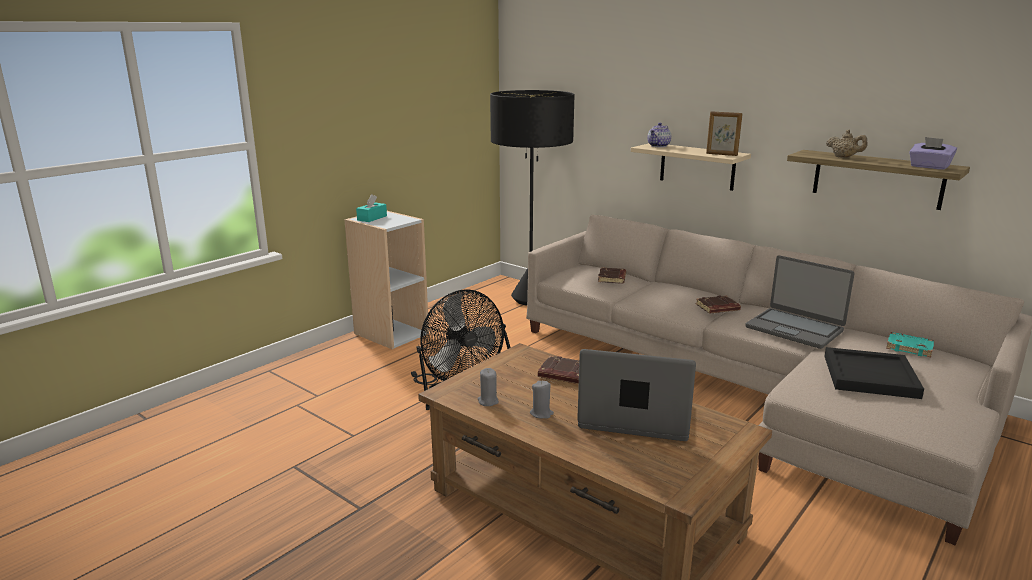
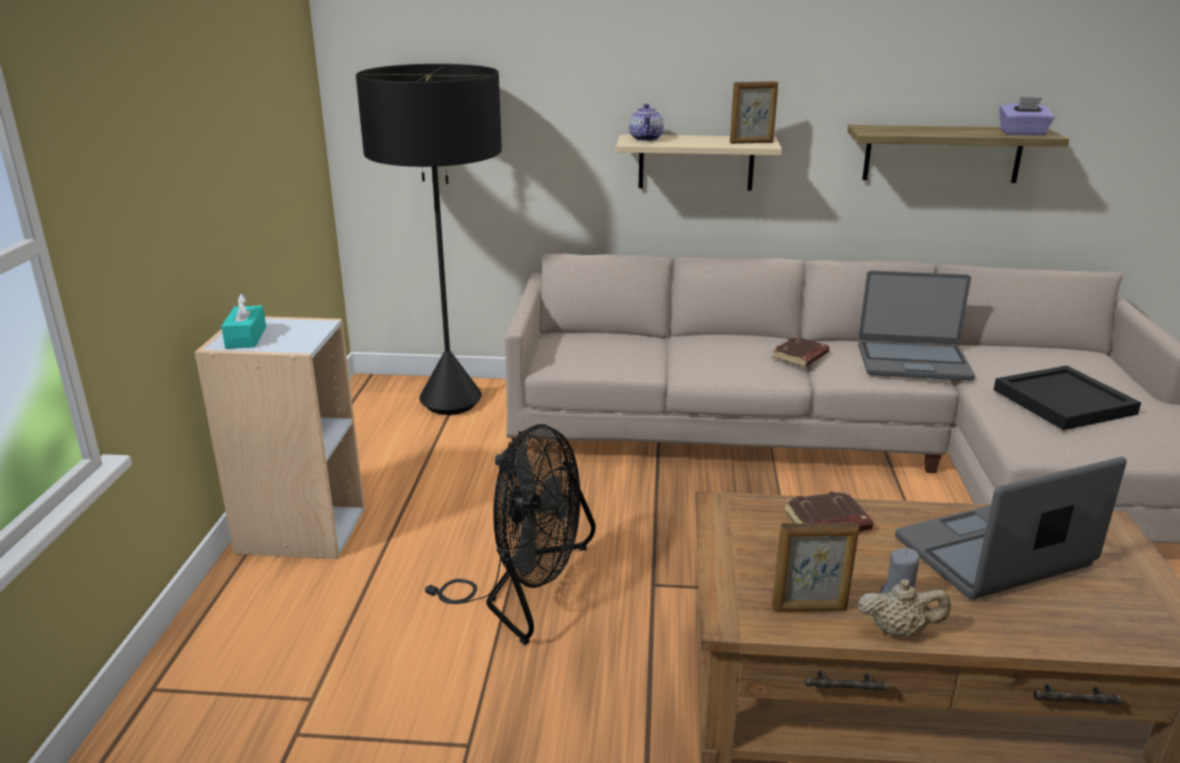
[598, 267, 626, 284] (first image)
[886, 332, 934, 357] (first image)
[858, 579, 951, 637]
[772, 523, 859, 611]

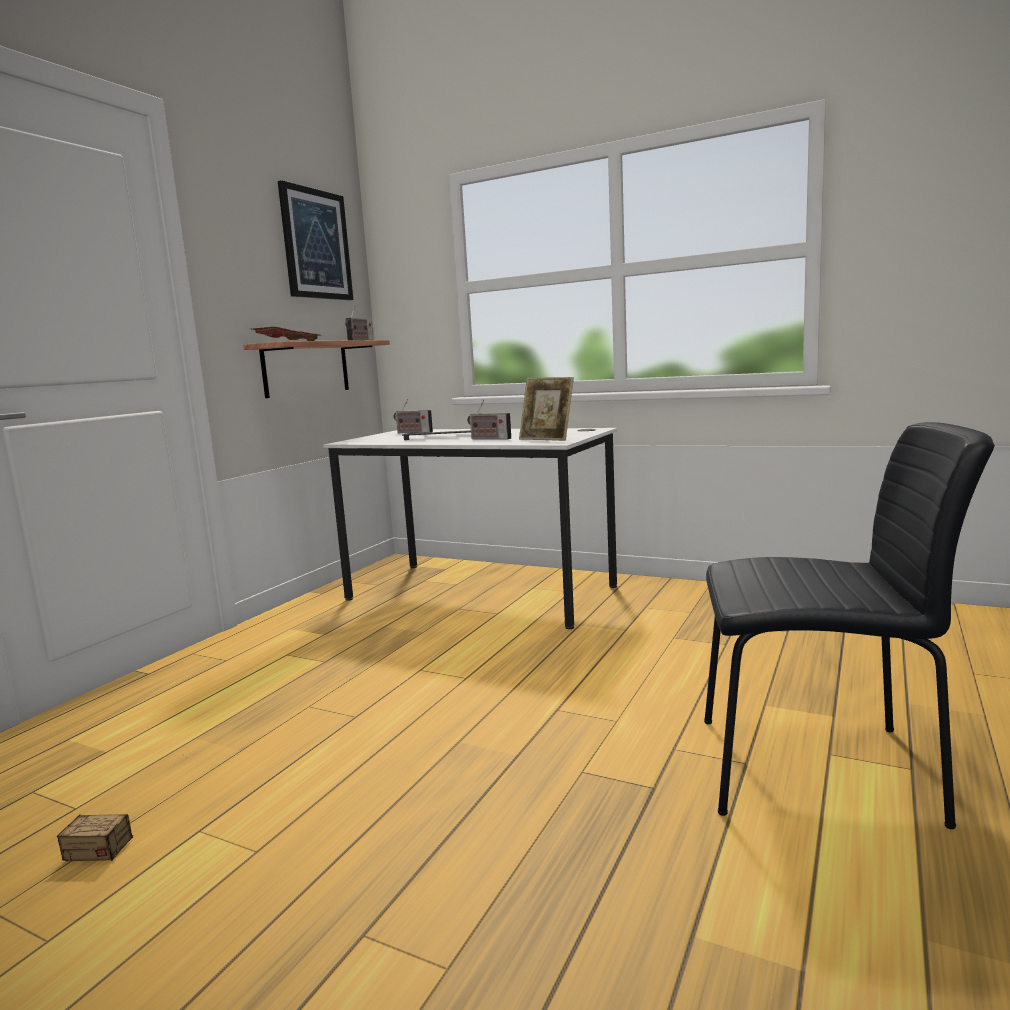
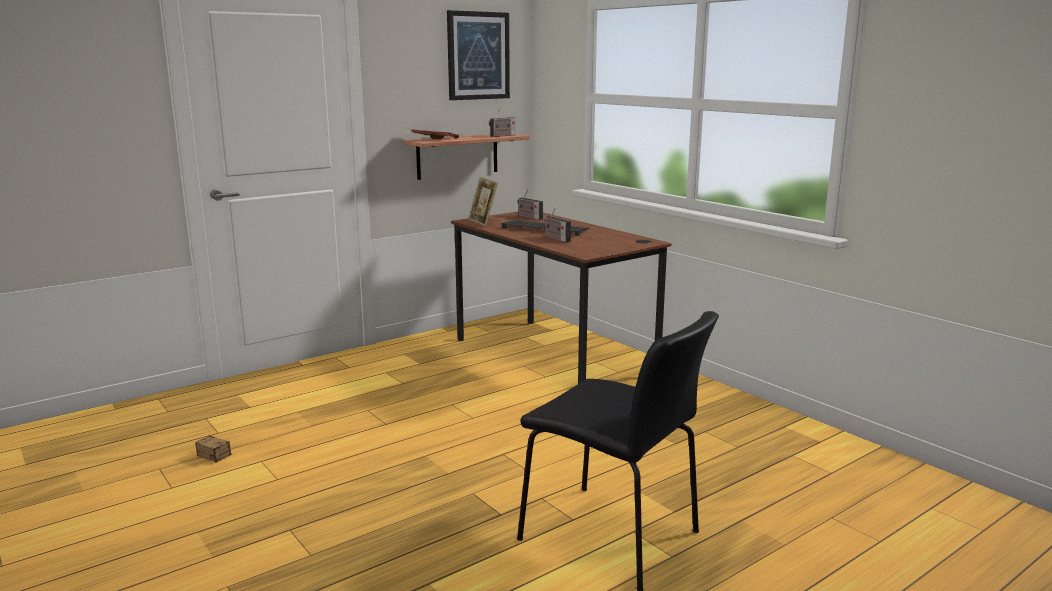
[468, 177, 498, 226]
[451, 211, 672, 384]

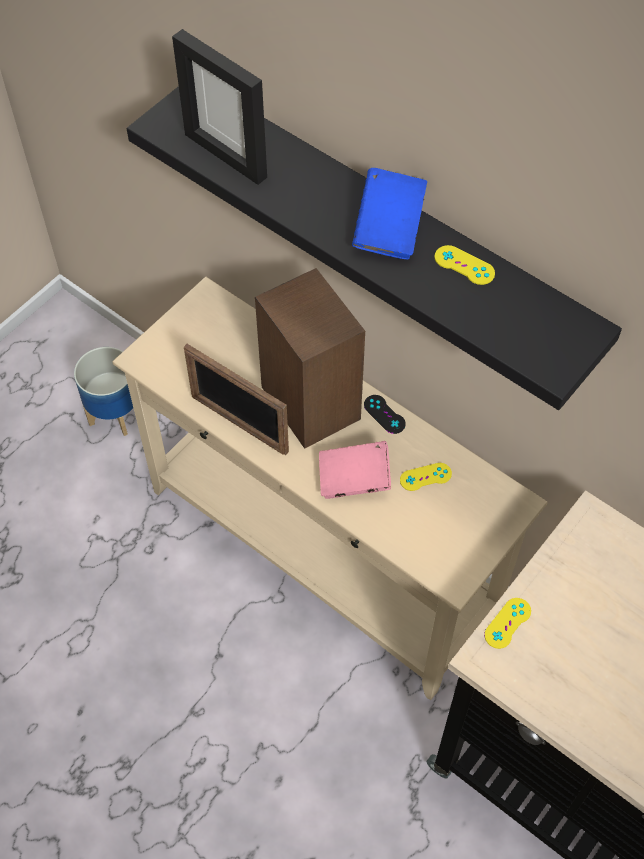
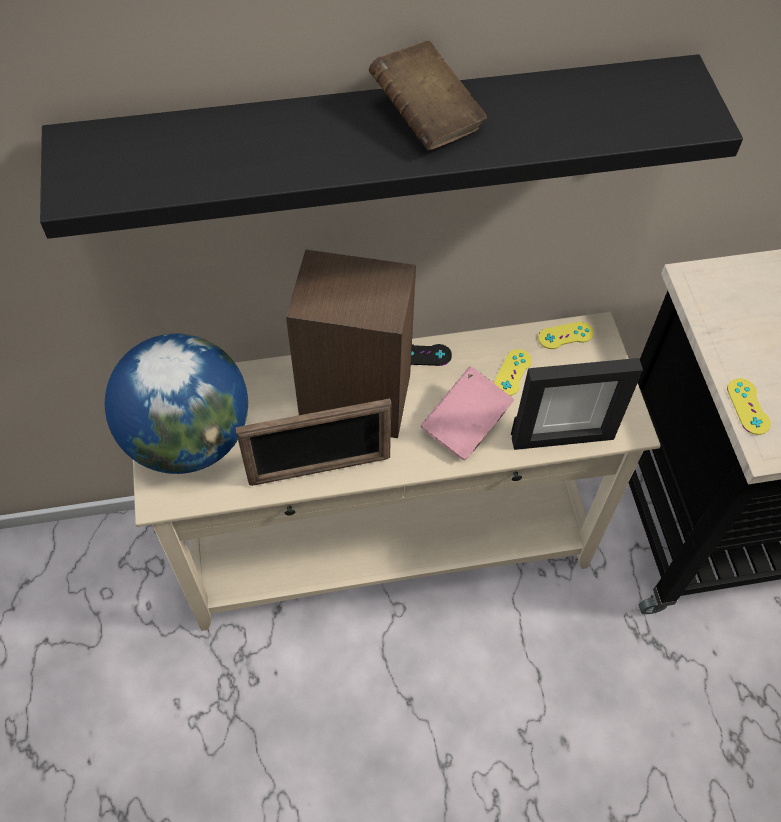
[74, 347, 133, 436] (first image)
[105, 334, 248, 474]
[511, 358, 643, 450]
[538, 321, 594, 349]
[369, 40, 487, 150]

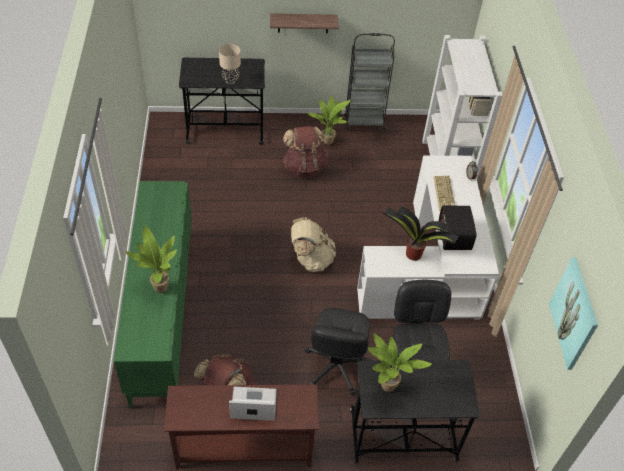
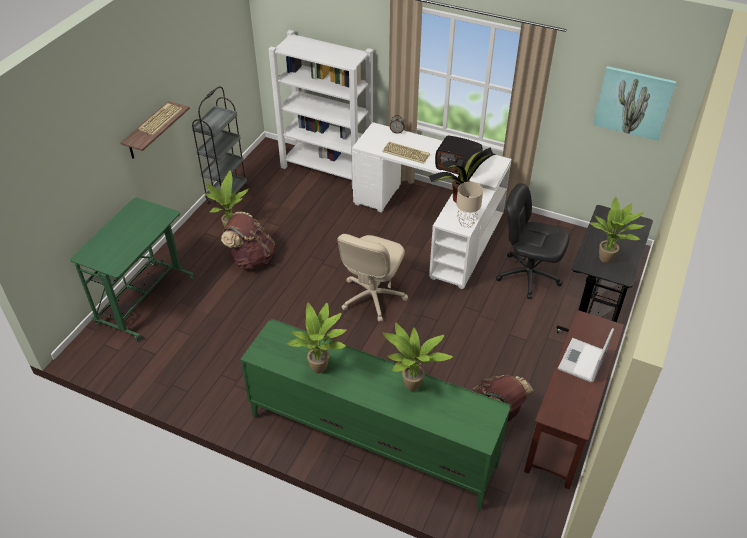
[305, 308, 373, 395] (first image)
[138, 103, 182, 135]
[286, 303, 347, 373]
[456, 182, 483, 228]
[337, 234, 408, 322]
[70, 197, 194, 341]

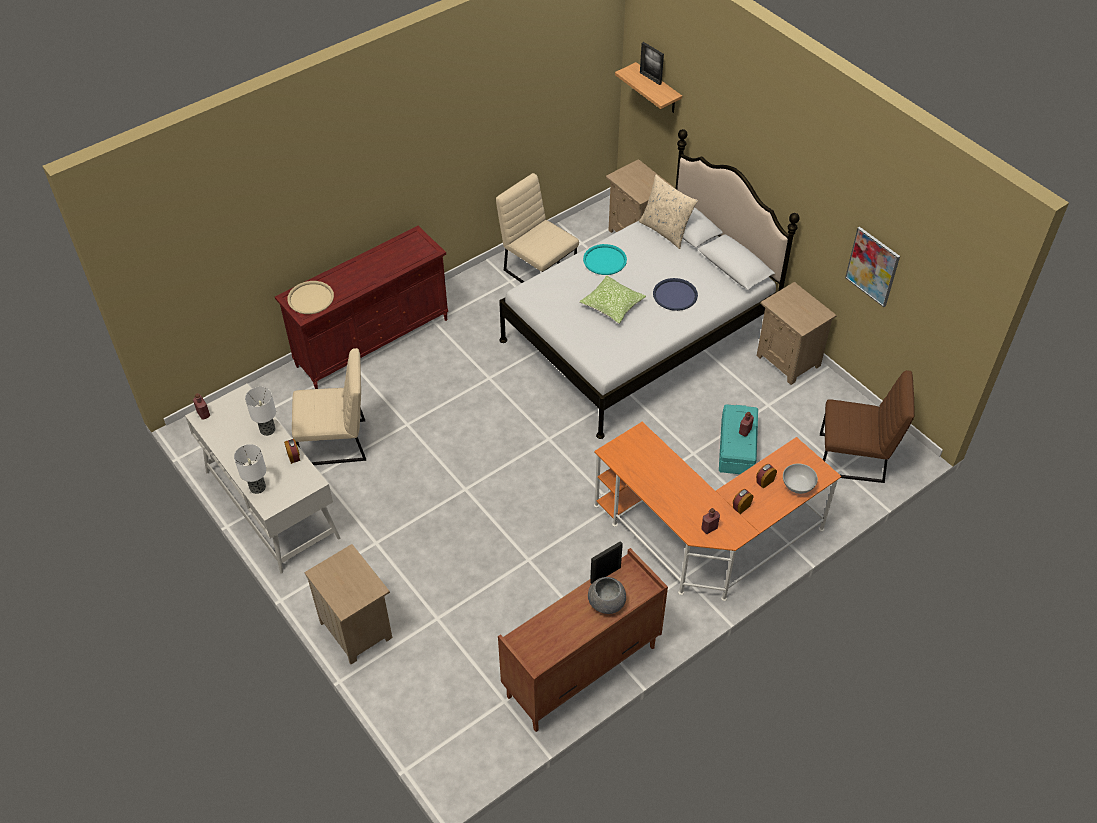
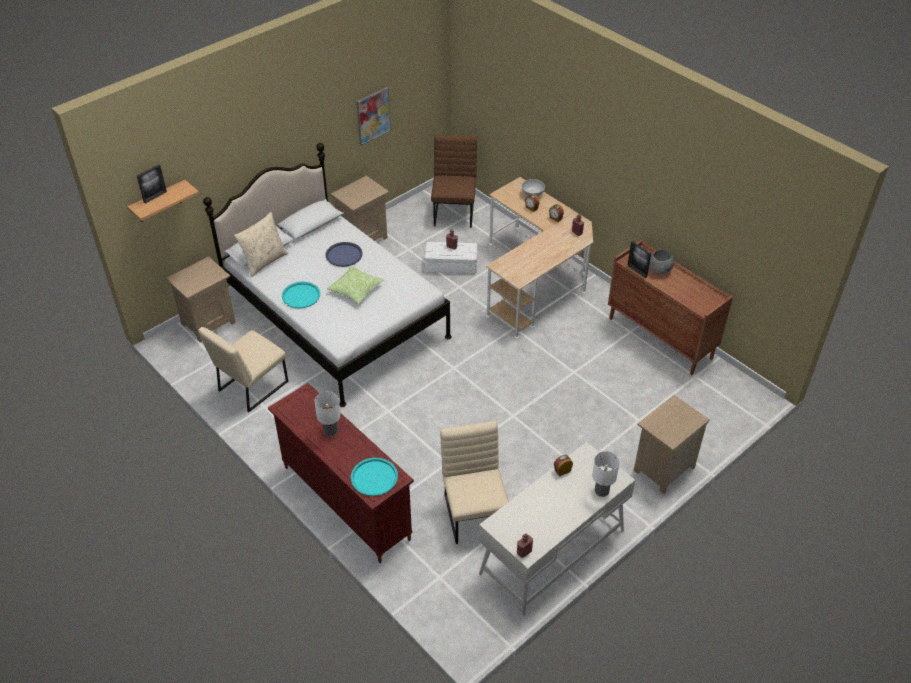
[315, 391, 341, 437]
[351, 458, 398, 496]
[486, 177, 593, 339]
[425, 242, 477, 274]

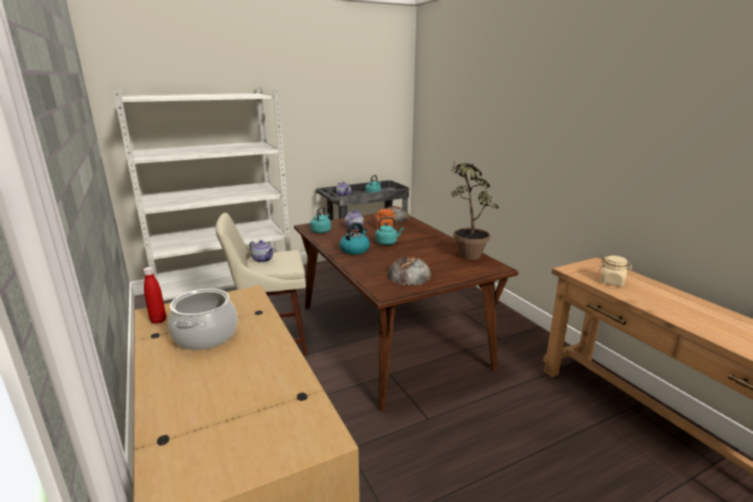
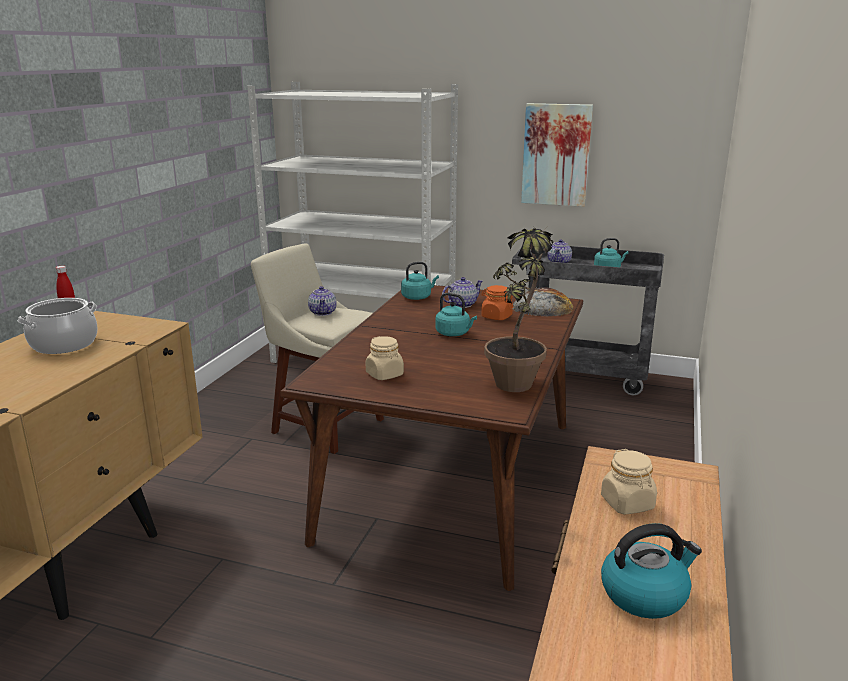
[521, 103, 593, 207]
[601, 523, 702, 619]
[366, 336, 404, 380]

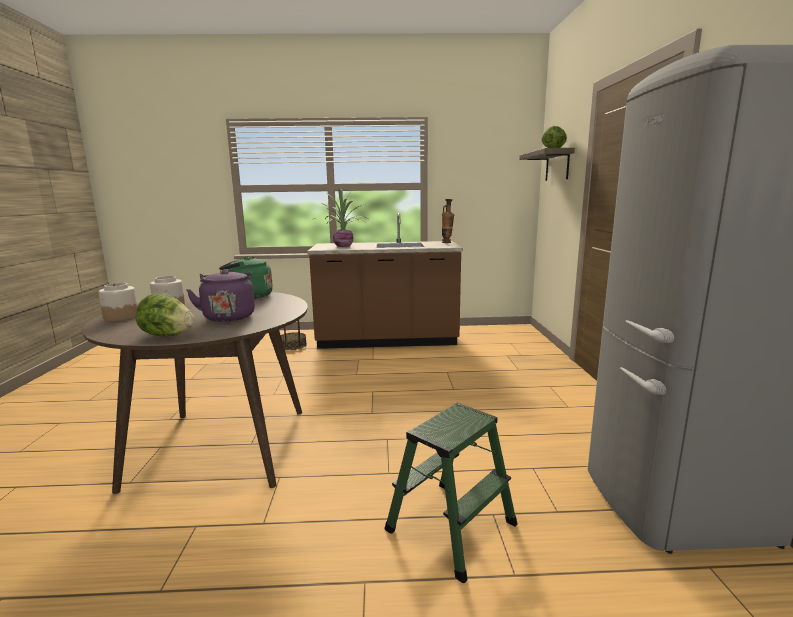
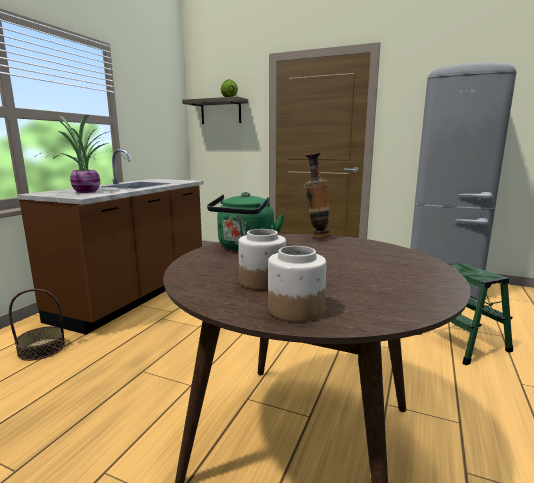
[135, 293, 194, 336] (first image)
[186, 269, 255, 322] (first image)
[304, 153, 330, 239]

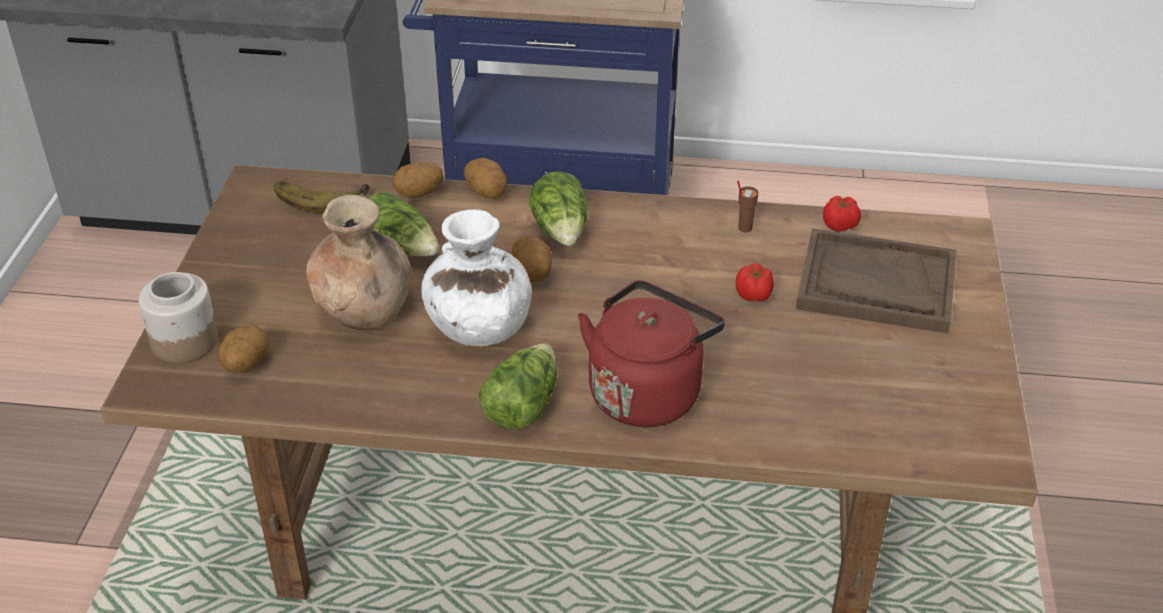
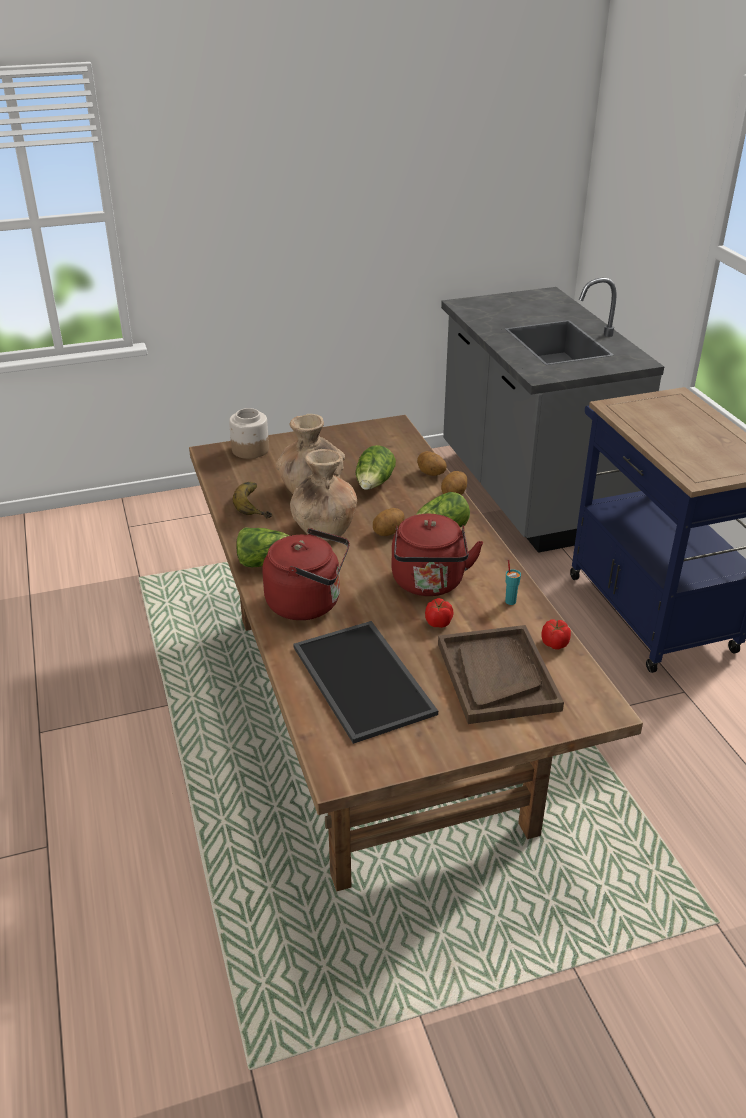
[218, 324, 269, 373] (first image)
[293, 621, 438, 744]
[392, 514, 483, 596]
[233, 482, 272, 518]
[290, 449, 357, 540]
[505, 560, 521, 605]

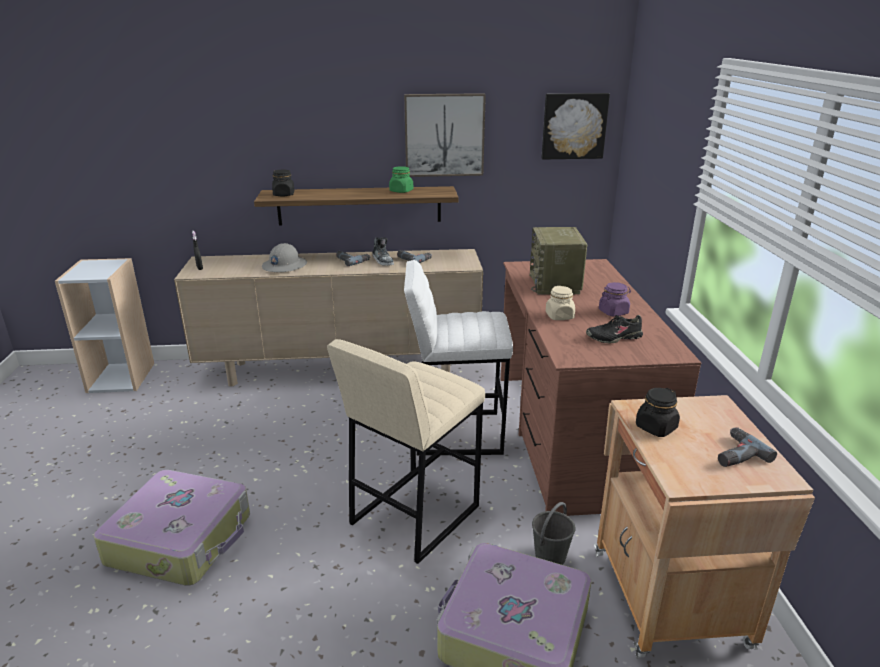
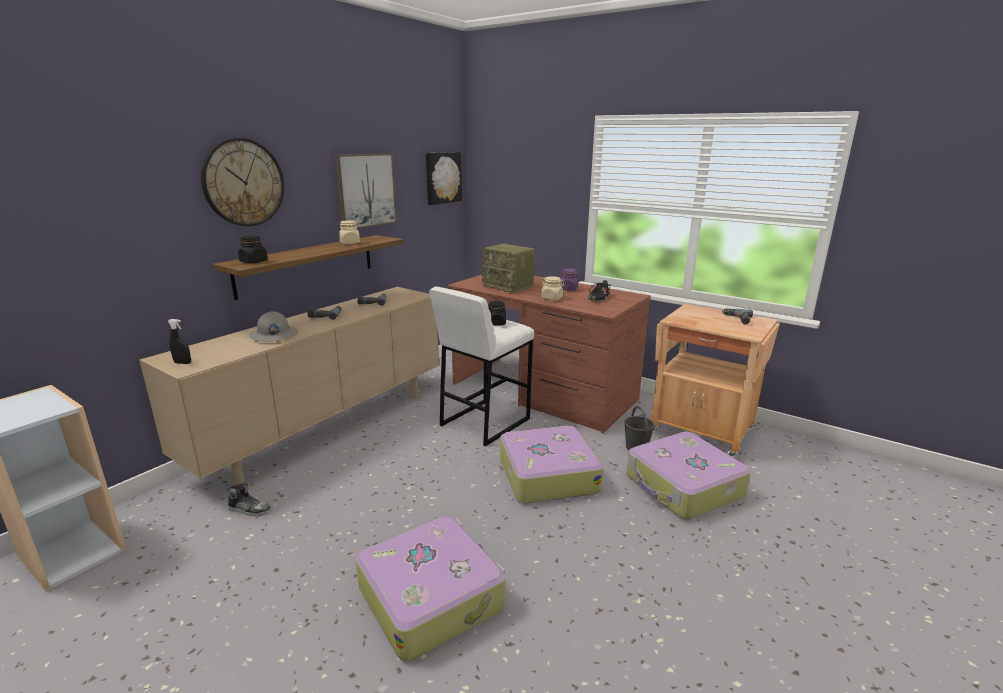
[201, 138, 284, 226]
[226, 483, 271, 516]
[488, 301, 506, 325]
[500, 425, 603, 503]
[339, 220, 360, 244]

